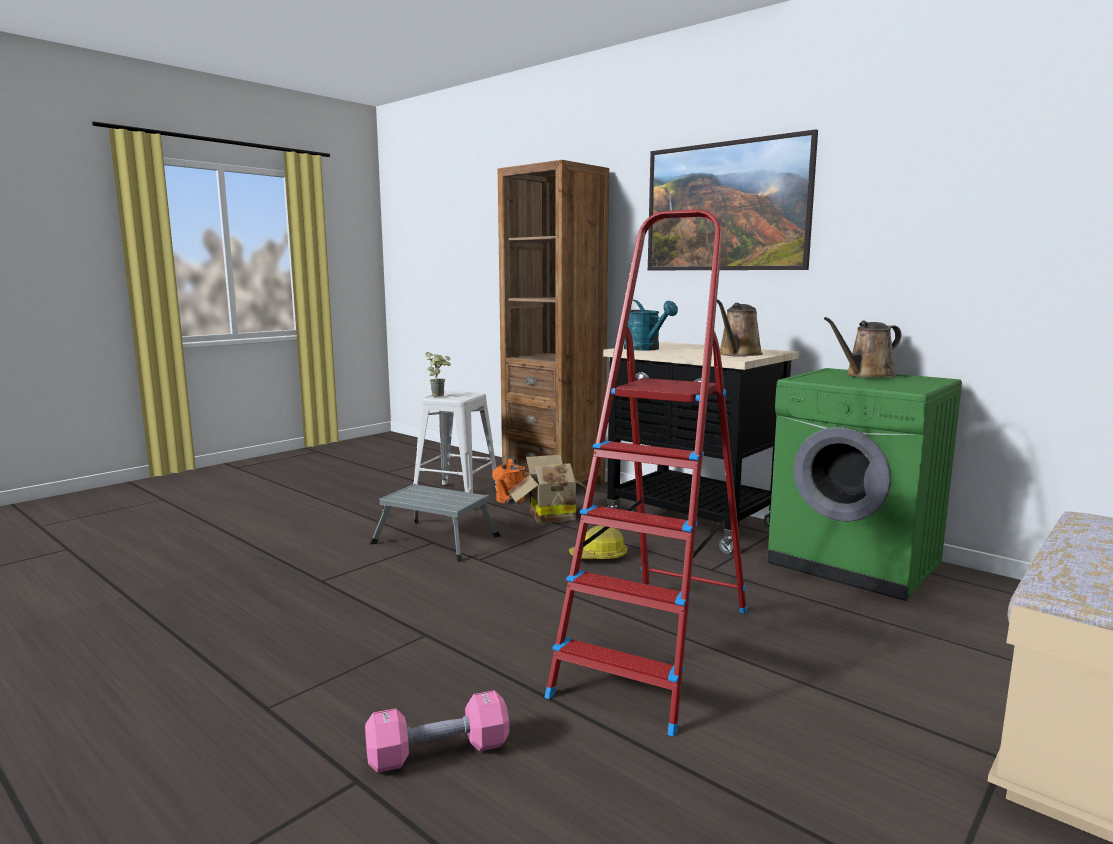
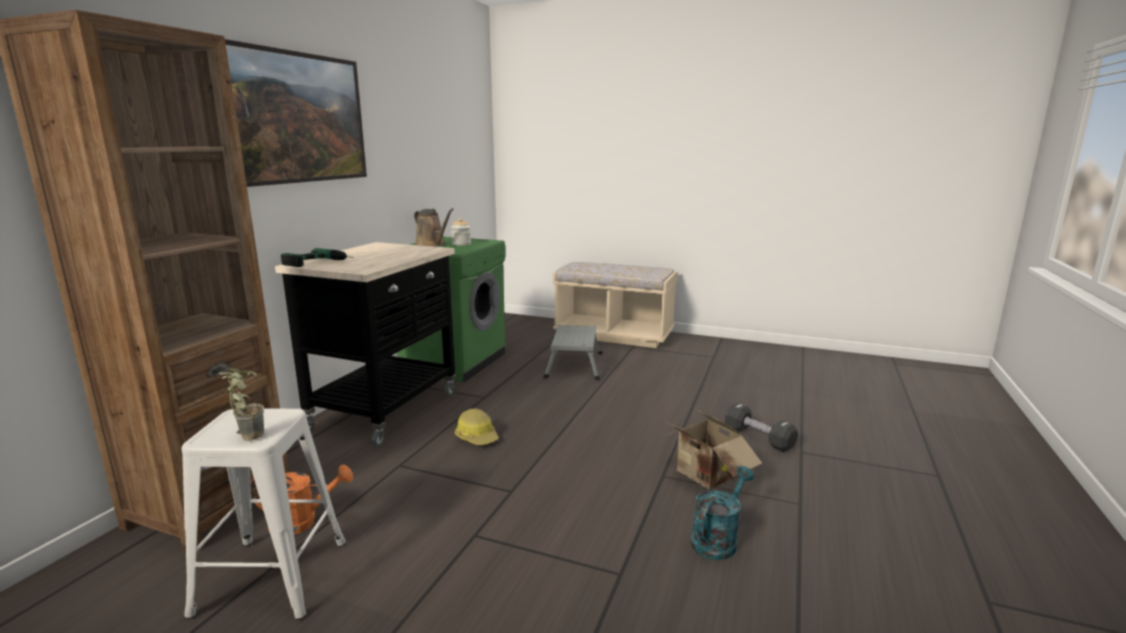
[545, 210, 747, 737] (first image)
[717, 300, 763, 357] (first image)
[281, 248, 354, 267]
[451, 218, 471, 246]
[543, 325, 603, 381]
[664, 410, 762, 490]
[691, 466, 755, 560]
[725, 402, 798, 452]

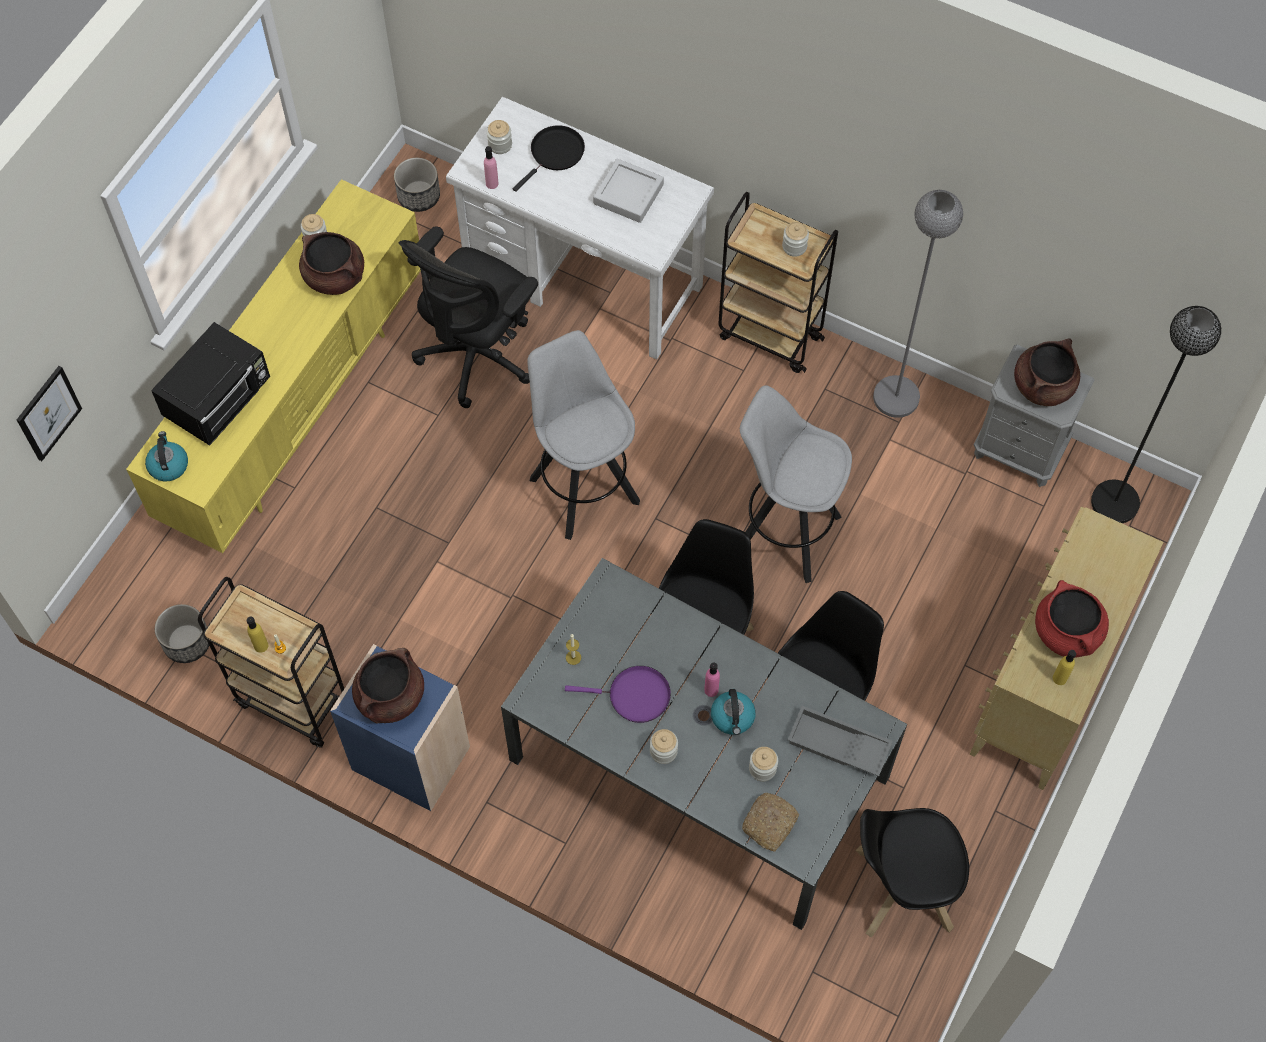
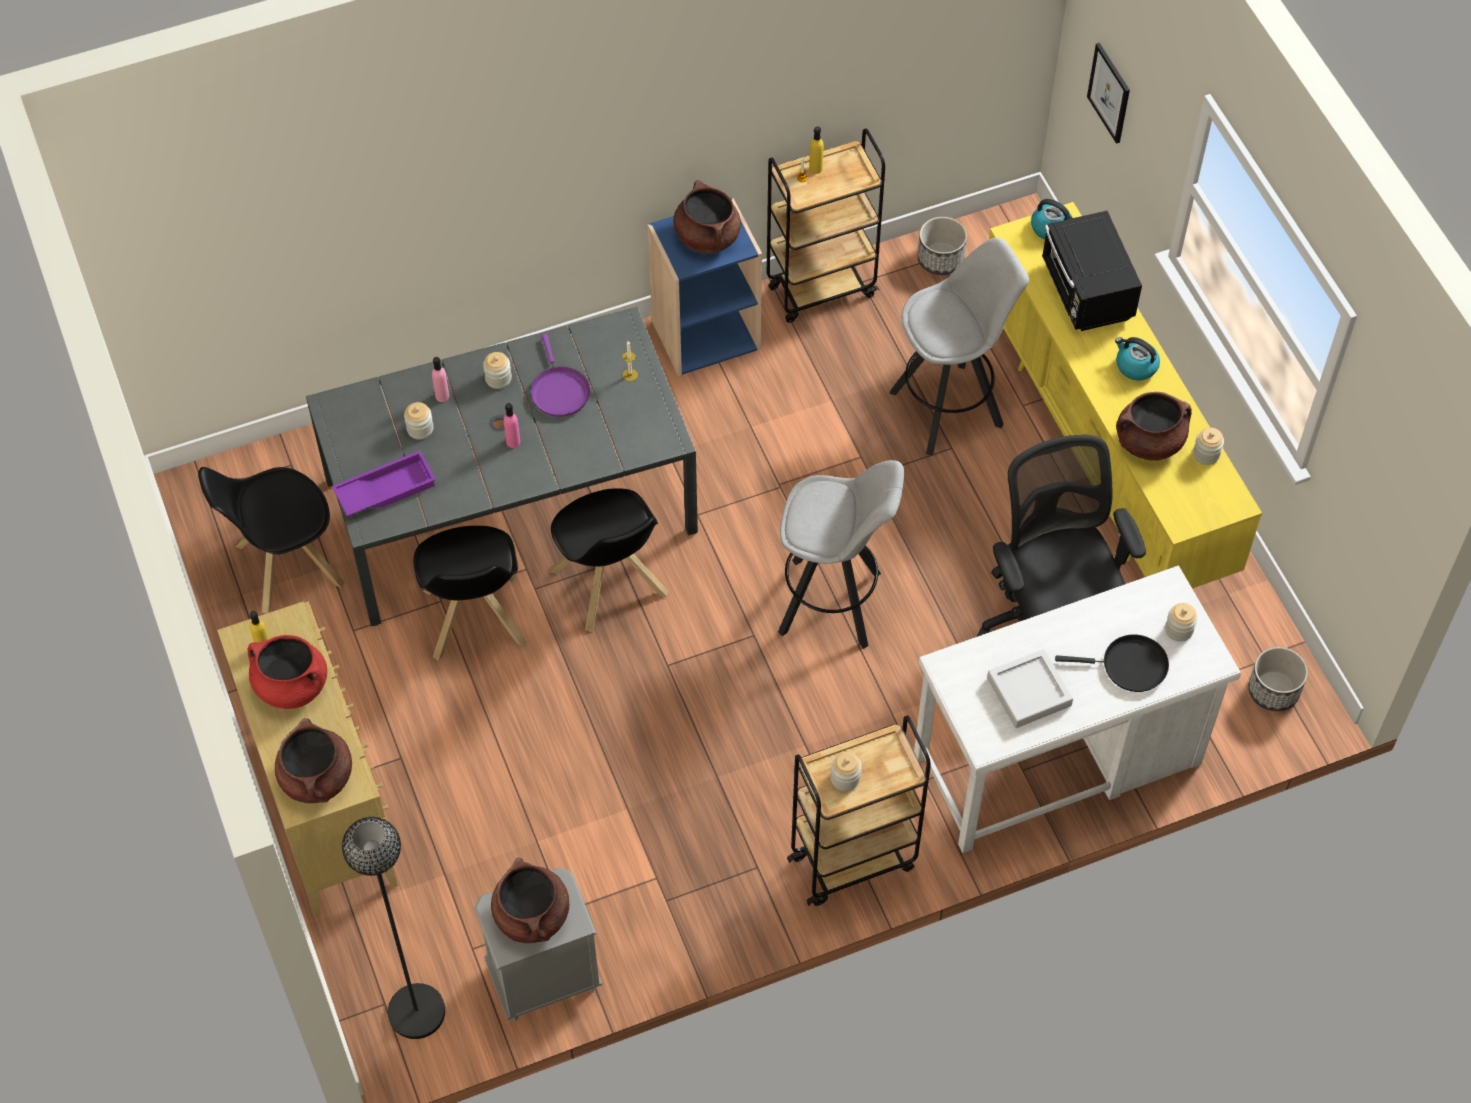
[742, 793, 799, 852] (first image)
[873, 190, 963, 418] (first image)
[275, 718, 352, 803]
[432, 357, 449, 402]
[1115, 337, 1160, 381]
[889, 237, 1029, 455]
[332, 450, 436, 516]
[1055, 634, 1169, 692]
[530, 334, 590, 417]
[198, 467, 345, 614]

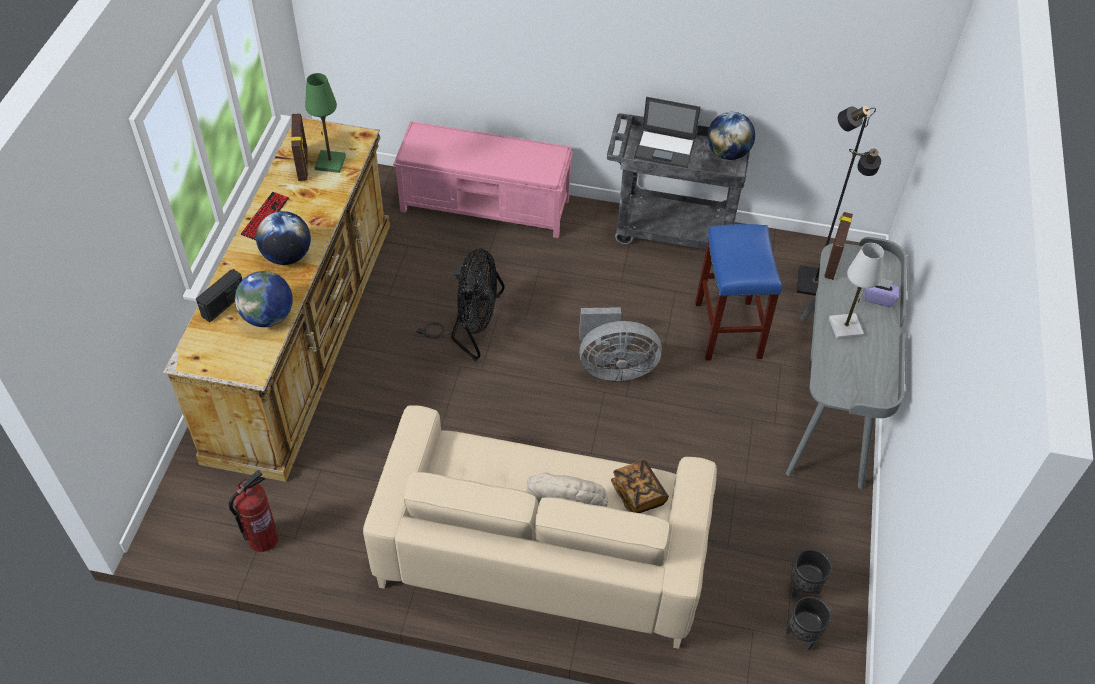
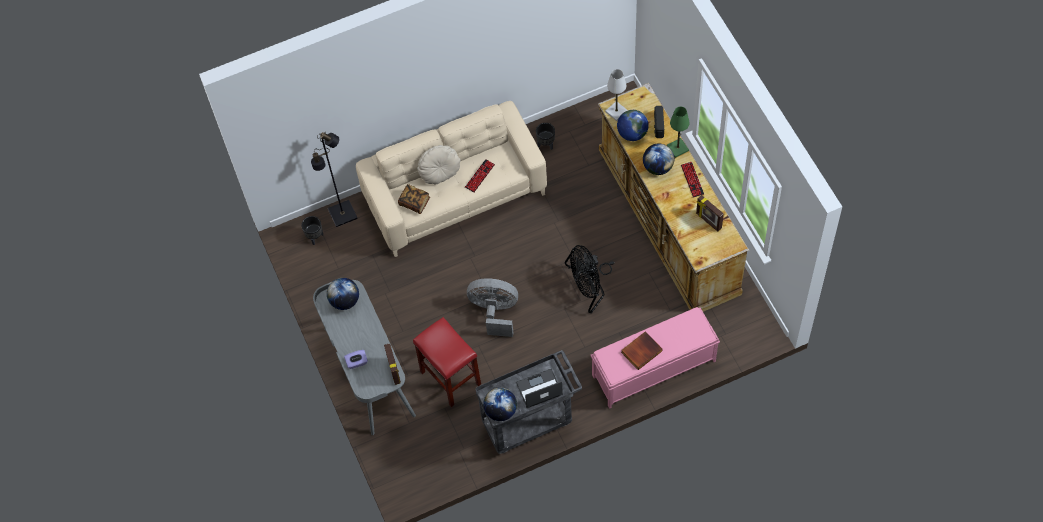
[229, 470, 279, 552] (first image)
[327, 278, 359, 310]
[465, 159, 495, 193]
[621, 331, 662, 370]
[667, 107, 689, 158]
[536, 123, 555, 150]
[311, 132, 358, 227]
[605, 69, 628, 121]
[413, 317, 481, 407]
[467, 278, 518, 337]

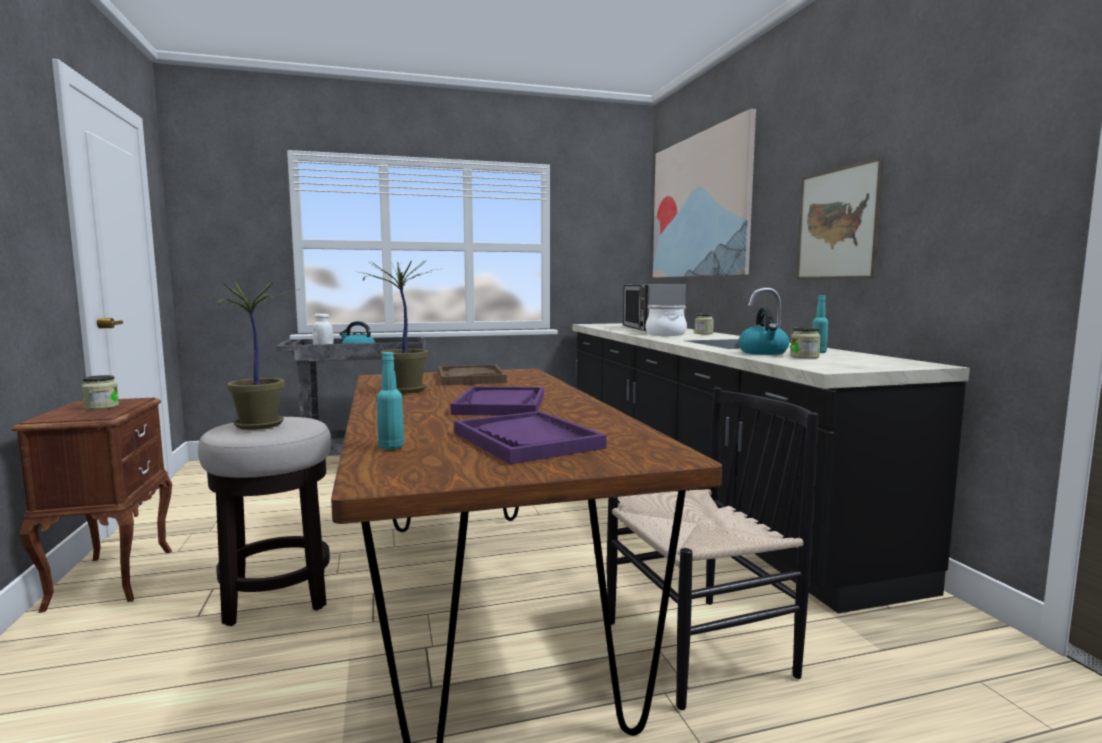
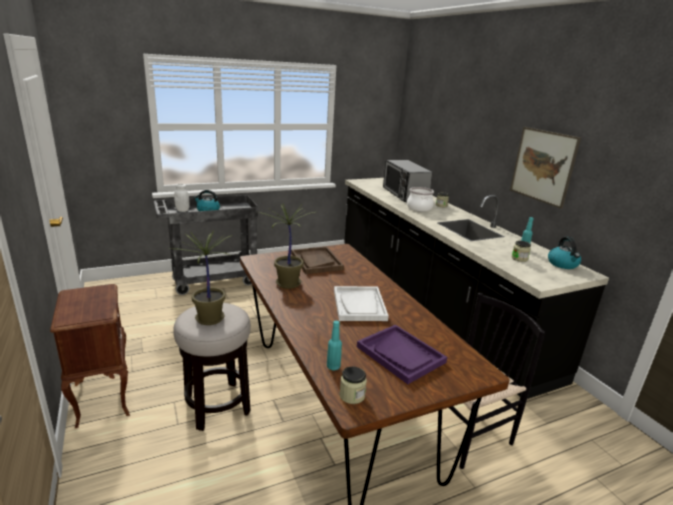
[653, 109, 756, 277] (first image)
[340, 367, 367, 404]
[548, 237, 581, 269]
[334, 286, 389, 321]

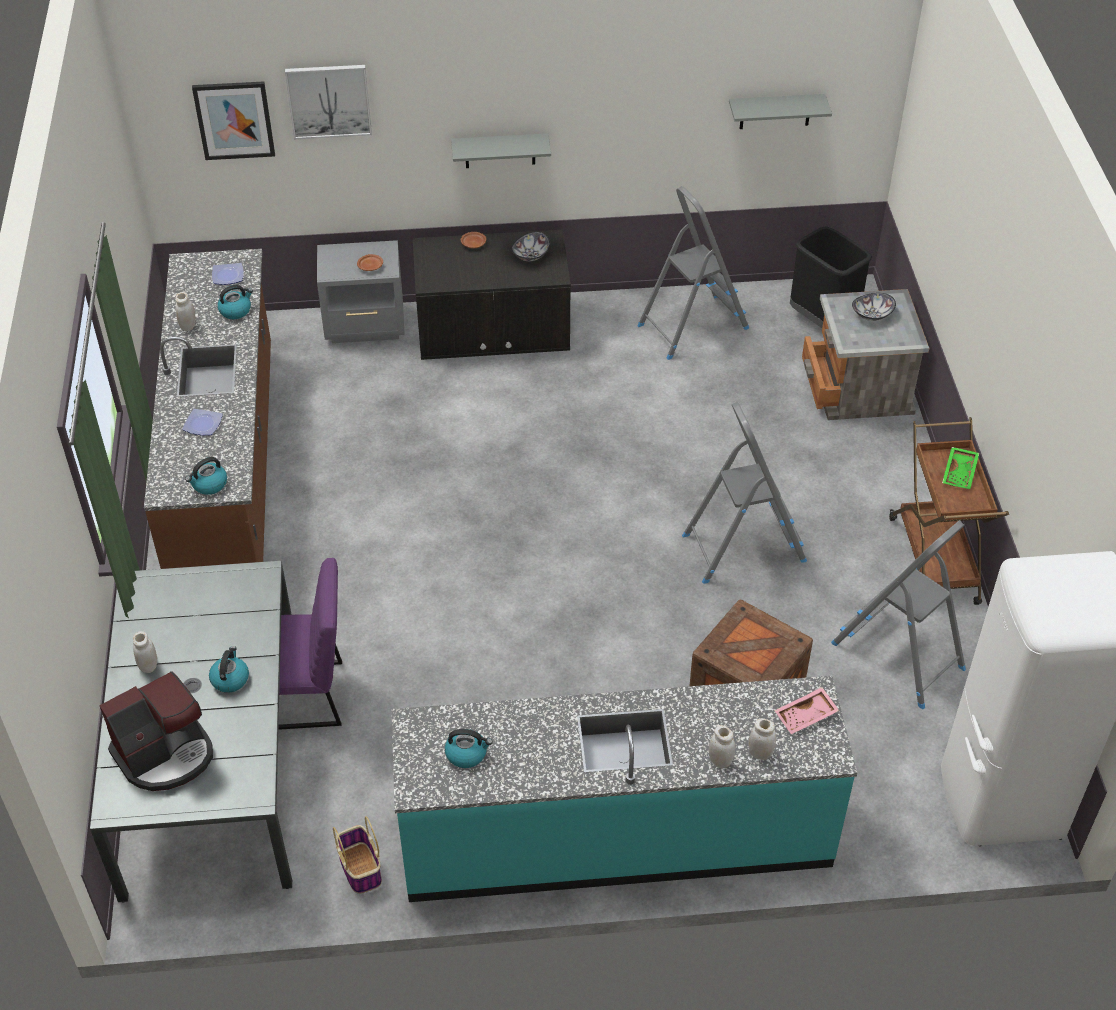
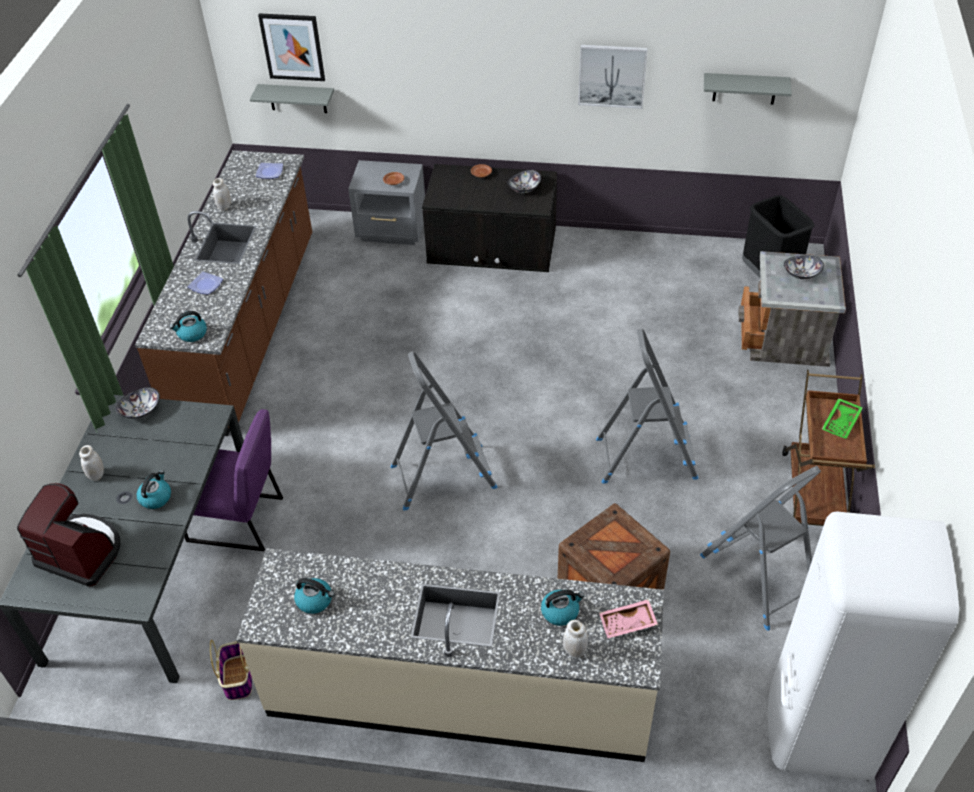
[708, 725, 735, 768] (first image)
[115, 387, 160, 419]
[541, 590, 584, 626]
[578, 45, 648, 109]
[250, 84, 334, 113]
[390, 351, 498, 511]
[236, 548, 664, 762]
[17, 483, 121, 587]

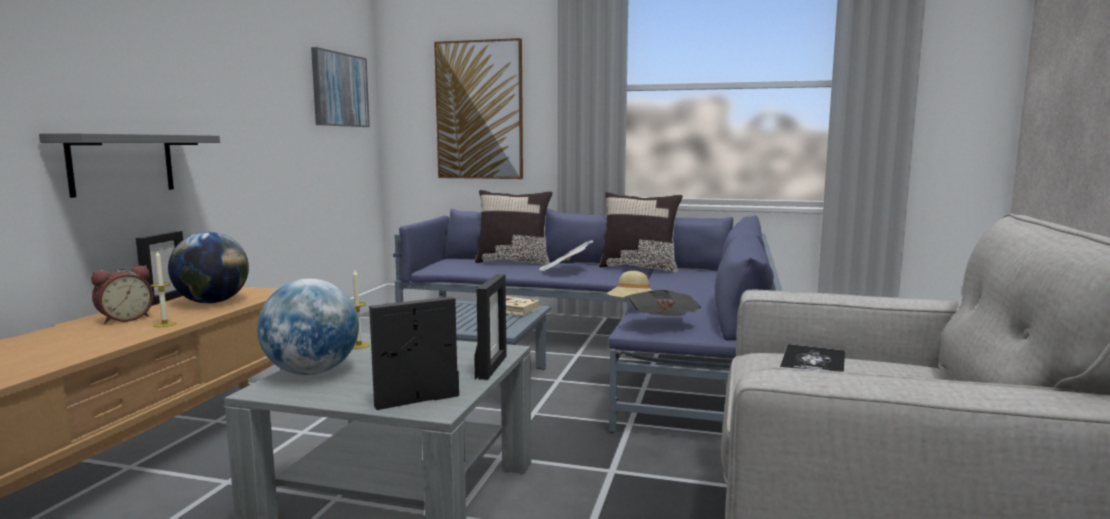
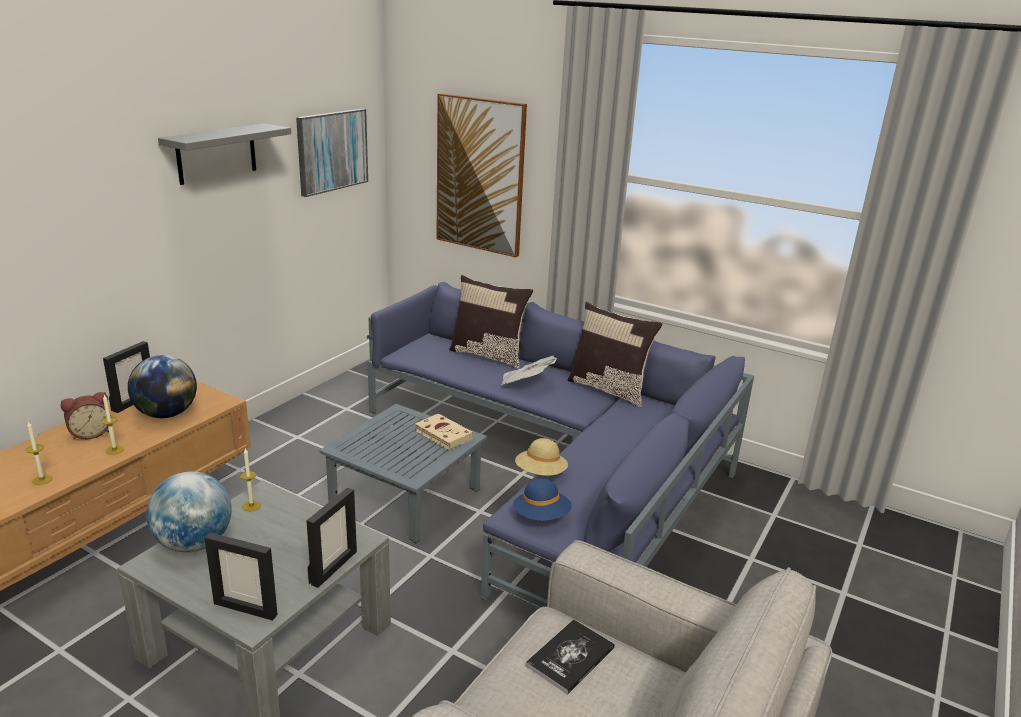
[26, 421, 53, 485]
[158, 123, 291, 185]
[513, 478, 572, 521]
[204, 532, 278, 621]

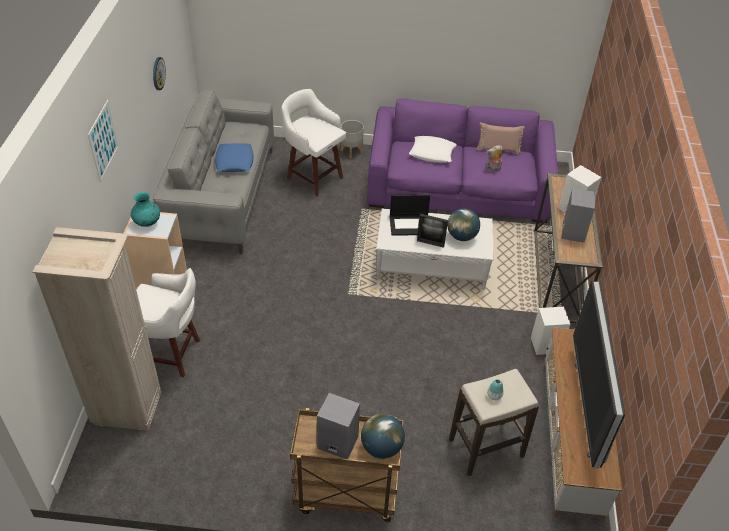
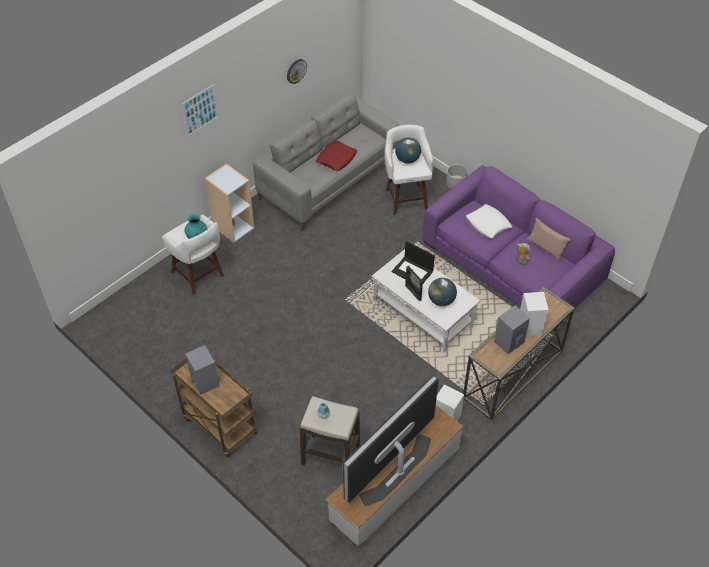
[32, 227, 161, 430] (first image)
[185, 214, 207, 239]
[395, 138, 421, 164]
[316, 140, 357, 171]

